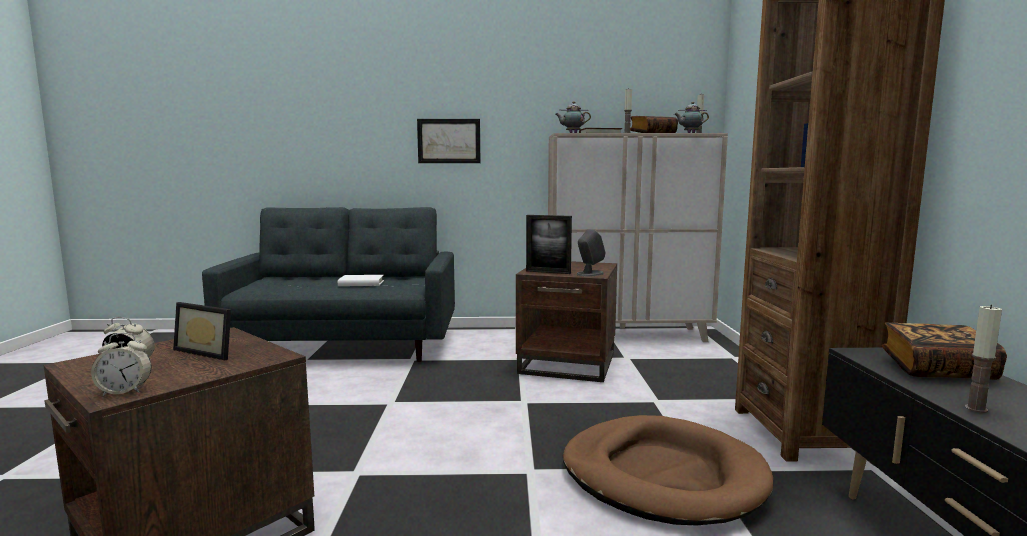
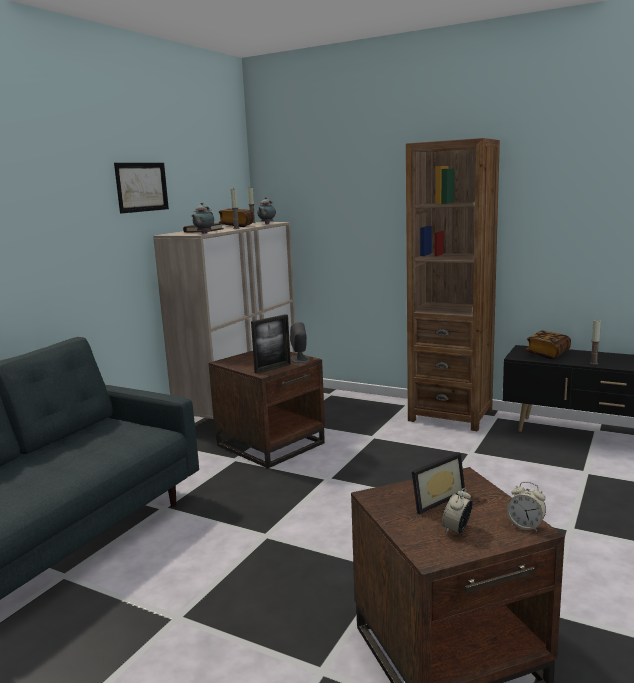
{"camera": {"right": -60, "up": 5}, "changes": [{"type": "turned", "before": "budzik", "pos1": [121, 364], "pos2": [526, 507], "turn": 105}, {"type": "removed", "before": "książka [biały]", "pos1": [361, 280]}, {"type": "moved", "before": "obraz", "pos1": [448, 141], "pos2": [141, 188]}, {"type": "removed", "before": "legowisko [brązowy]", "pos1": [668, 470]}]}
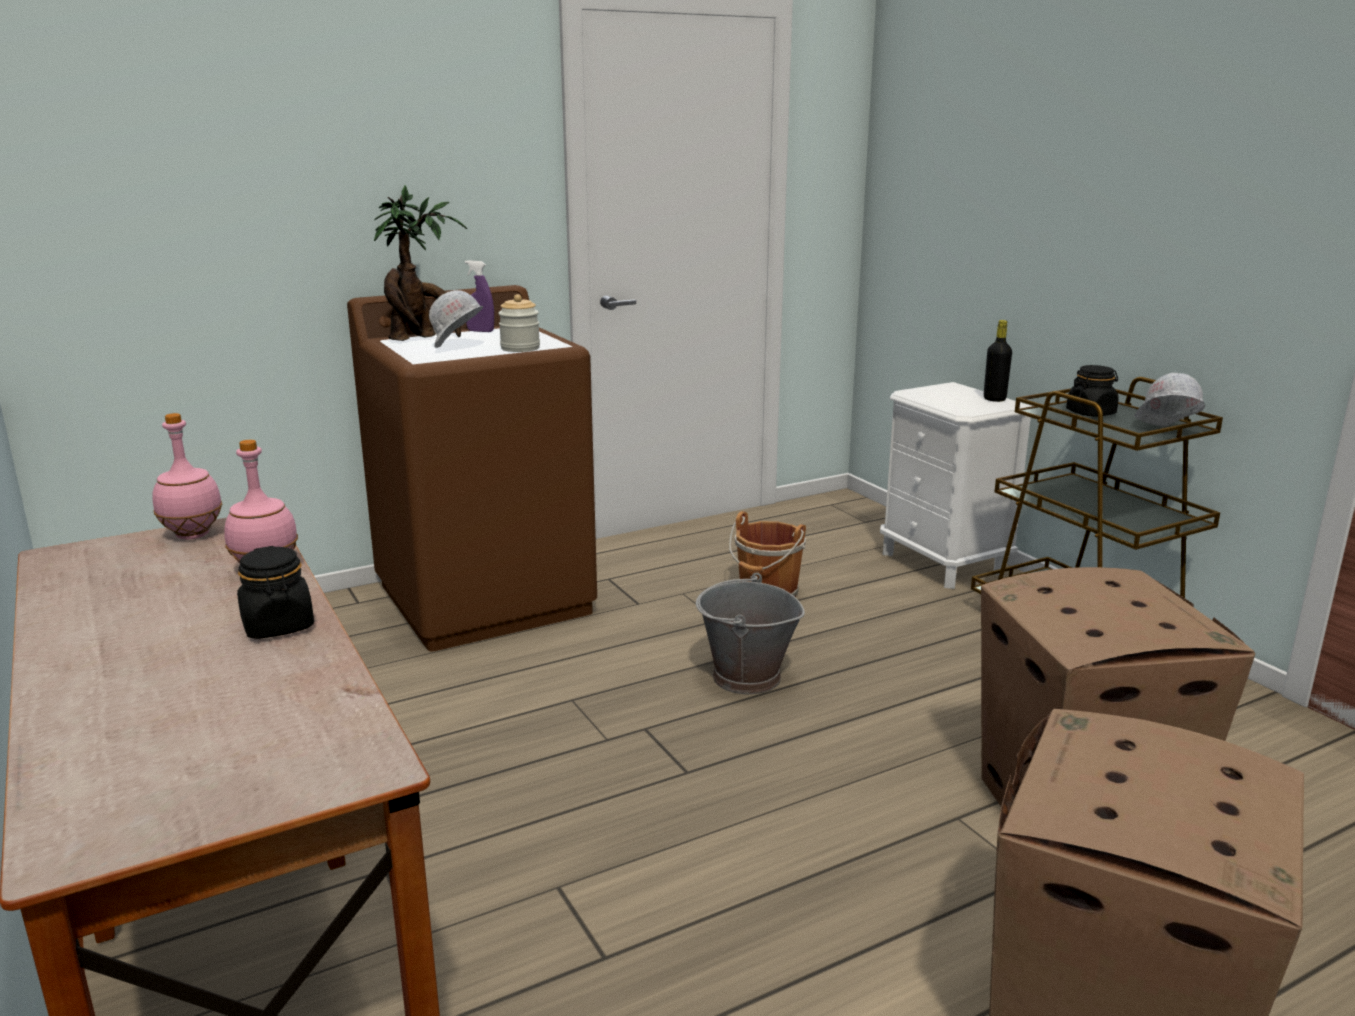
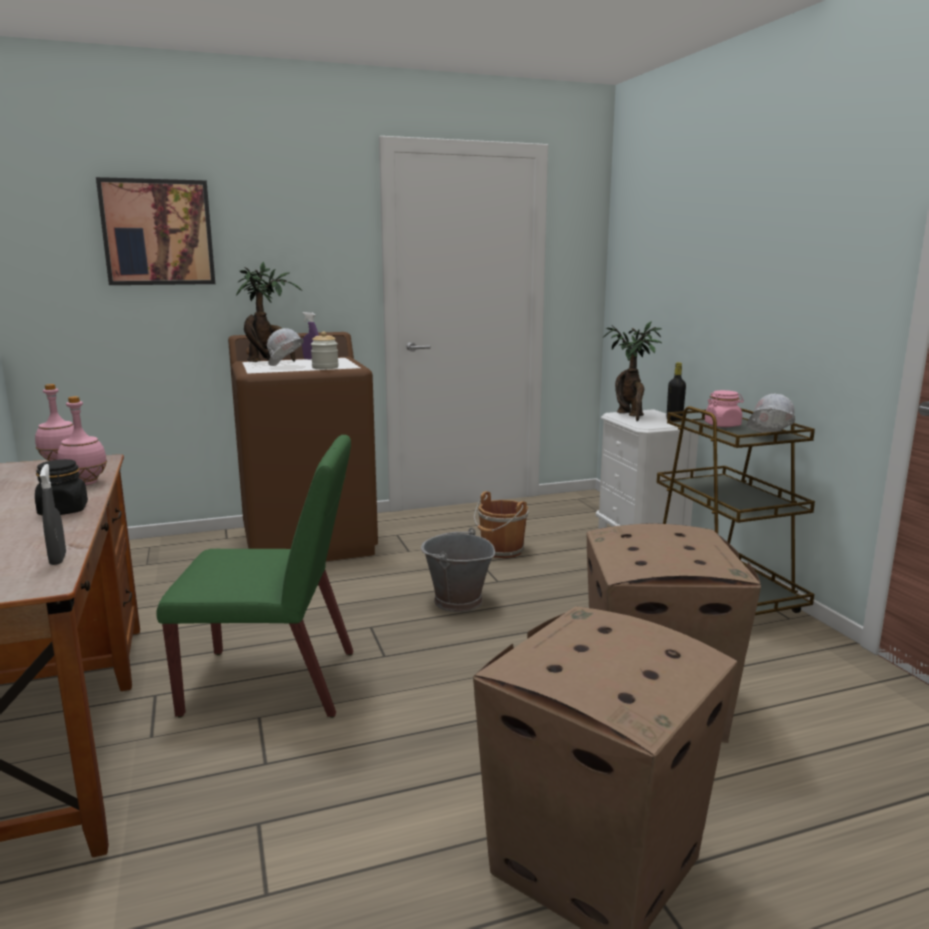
{"camera": {"right": 10, "up": -5}, "changes": [{"type": "recoloured", "before": "słoik [czarny]", "after": "słoik [różowy]", "pos1": [1092, 391], "pos2": [724, 408]}, {"type": "added", "after": "spryskiwacz [szary]", "pos2": [53, 514]}, {"type": "added", "after": "obraz", "pos2": [155, 231]}, {"type": "added", "after": "krzesło [zielony]", "pos2": [254, 576]}, {"type": "added", "after": "roślina doniczkowa", "pos2": [632, 371]}]}
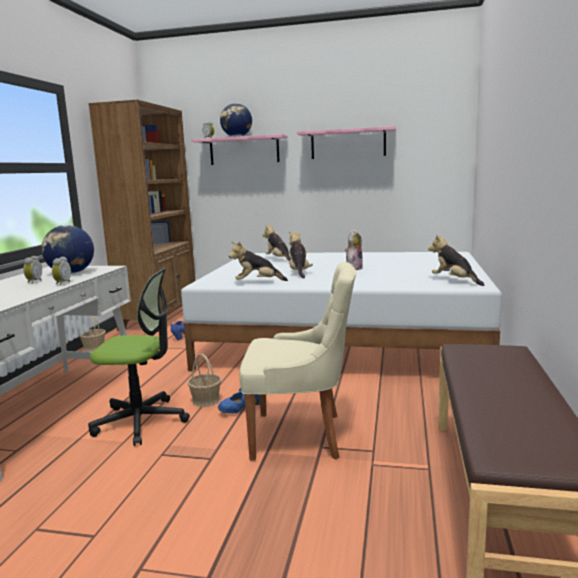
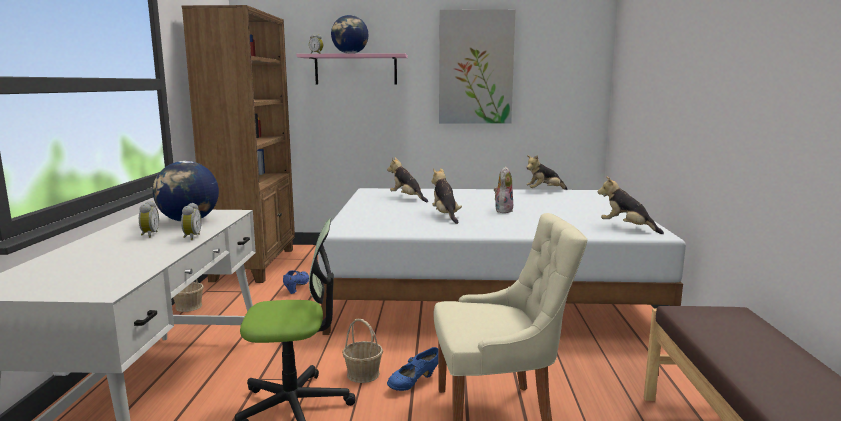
{"camera": {"right": -10, "up": 0}, "changes": [{"type": "moved", "before": "pluszak", "pos1": [258, 261], "pos2": [547, 172]}, {"type": "replaced", "before": "półka [różowy]", "after": "obraz", "pos1": [346, 142], "pos2": [477, 66]}]}
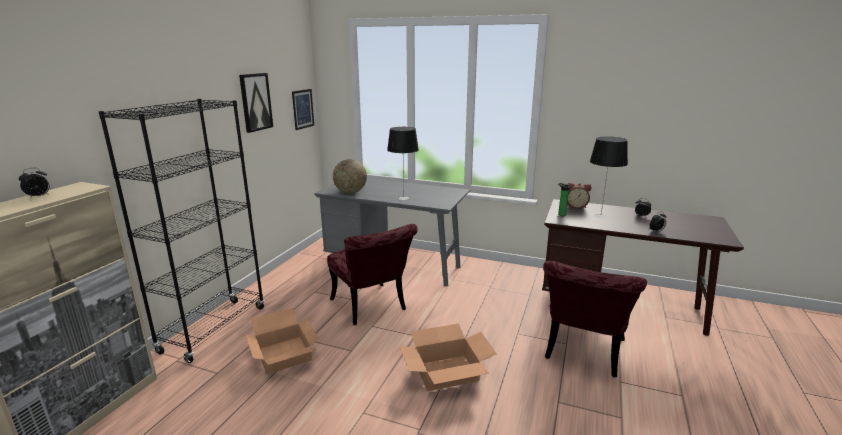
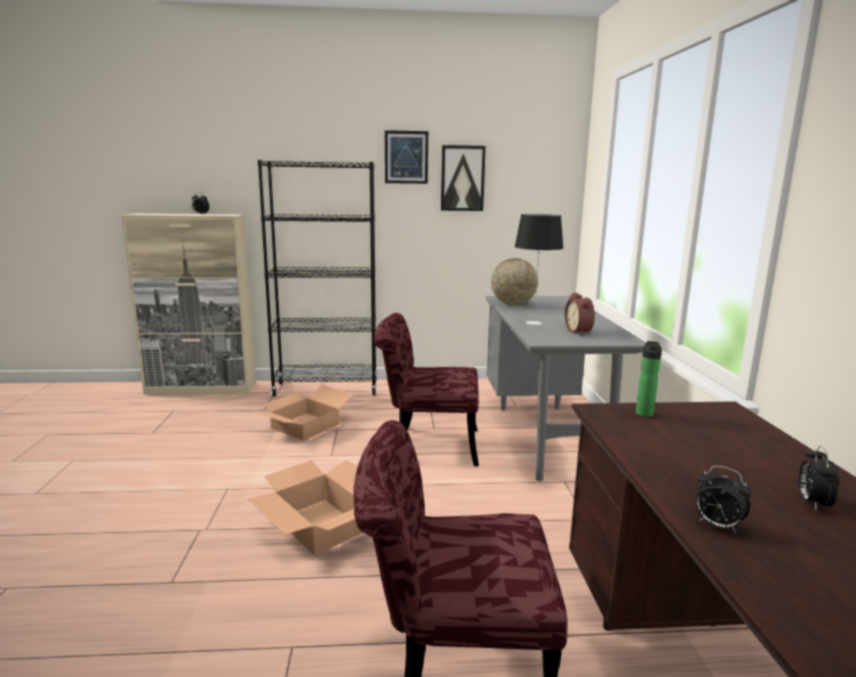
{"camera": {"right": 65, "up": -5}, "changes": [{"type": "moved", "before": "obraz", "pos1": [303, 109], "pos2": [406, 157]}, {"type": "turned", "before": "krzesło [czerwony]", "pos1": [372, 274], "pos2": [426, 389], "turn": 60}, {"type": "moved", "before": "budzik", "pos1": [579, 196], "pos2": [580, 313]}, {"type": "removed", "before": "lampa stołowa", "pos1": [609, 177]}]}
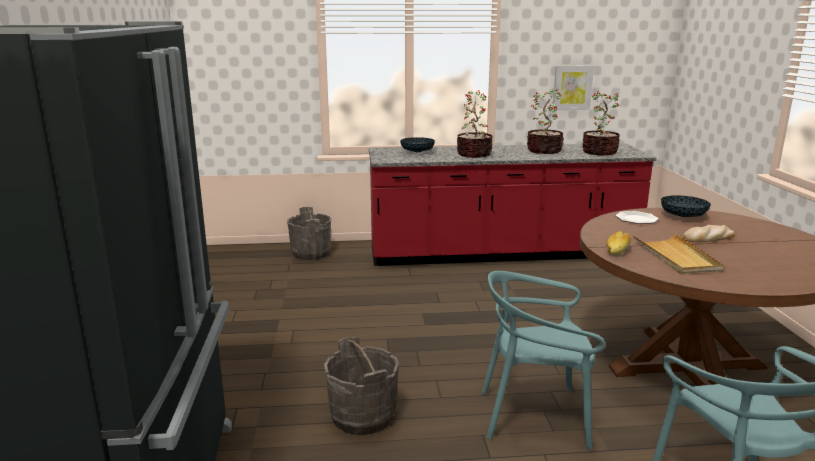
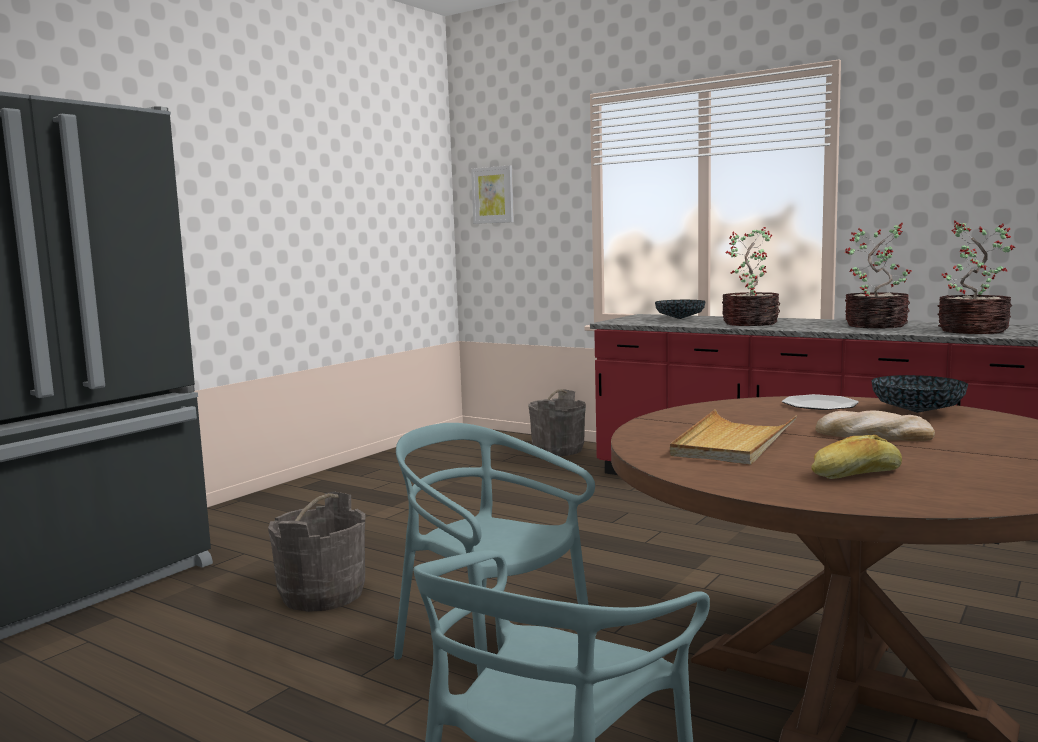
{"camera": {"right": 40, "up": -10}, "changes": [{"type": "moved", "before": "obraz", "pos1": [573, 87], "pos2": [492, 194]}, {"type": "moved", "before": "chleb", "pos1": [618, 243], "pos2": [856, 457]}]}
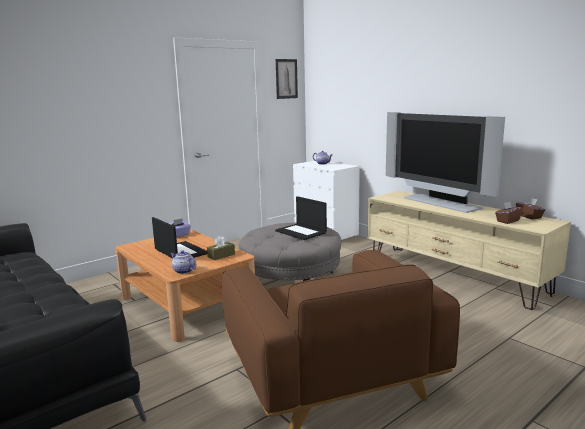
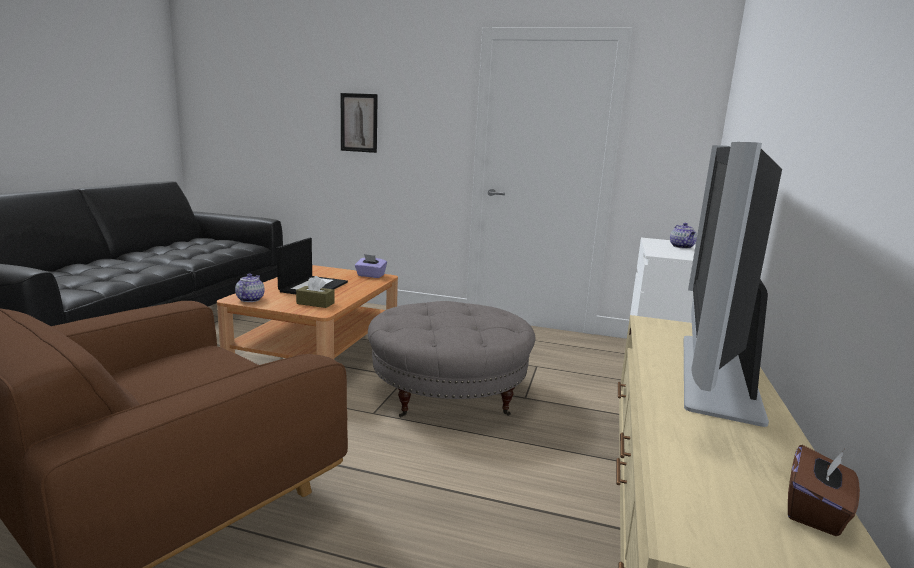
{"camera": {"right": 55, "up": 0}, "changes": [{"type": "removed", "before": "laptop", "pos1": [301, 218]}, {"type": "moved", "before": "obraz", "pos1": [287, 79], "pos2": [359, 123]}, {"type": "removed", "before": "pudełko chusteczek [brązowy]", "pos1": [509, 212]}]}
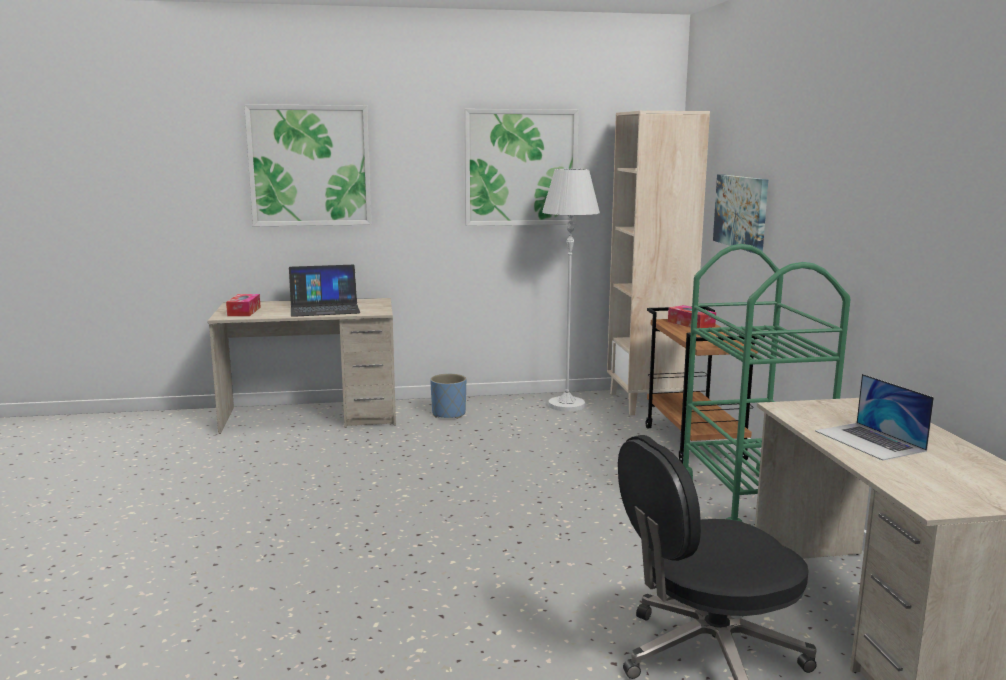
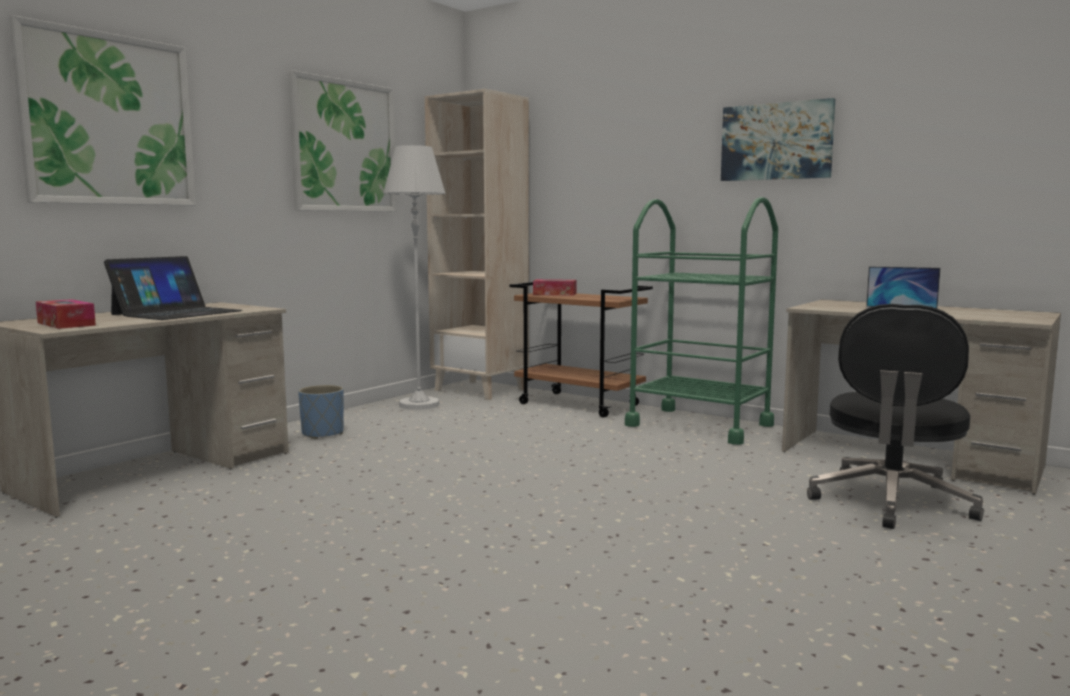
{"camera": {"right": -45, "up": -5}, "changes": [{"type": "moved", "before": "obraz", "pos1": [740, 214], "pos2": [778, 139]}]}
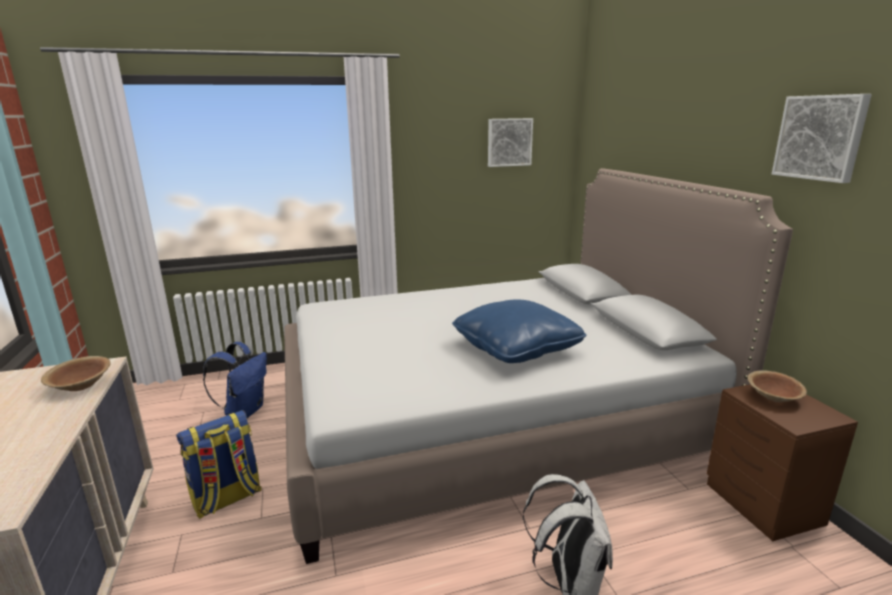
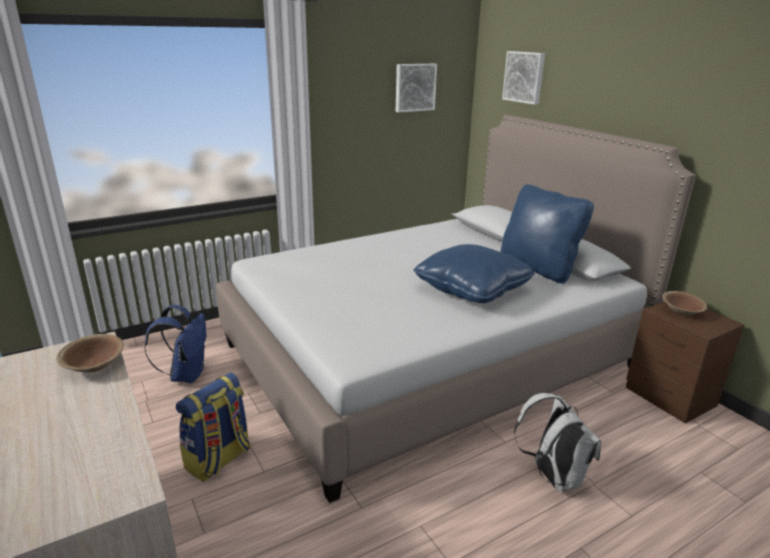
{"camera": {"right": -15, "up": 5}, "changes": [{"type": "moved", "before": "obraz", "pos1": [822, 138], "pos2": [523, 78]}, {"type": "added", "after": "poduszka [niebieski]", "pos2": [547, 234]}]}
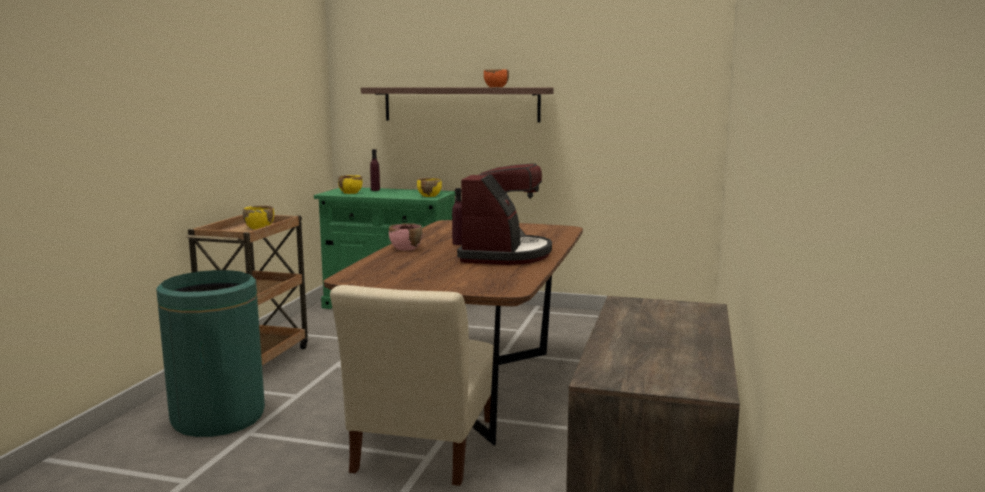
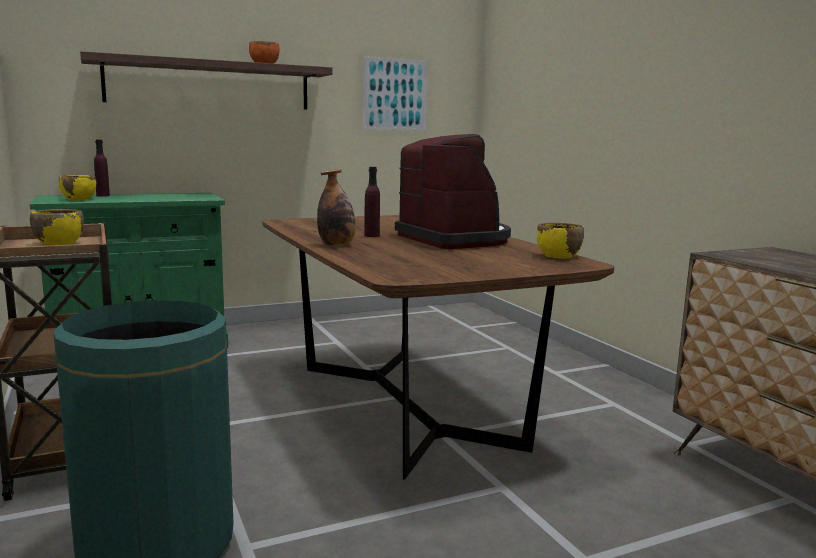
{"camera": {"right": -40, "up": 0}, "changes": [{"type": "removed", "before": "krzesło [beżowy]", "pos1": [412, 385]}, {"type": "replaced", "before": "miska [różowy]", "after": "butelka", "pos1": [406, 236], "pos2": [336, 207]}, {"type": "moved", "before": "miska [żółty]", "pos1": [429, 187], "pos2": [560, 241]}, {"type": "added", "after": "obraz", "pos2": [395, 93]}]}
